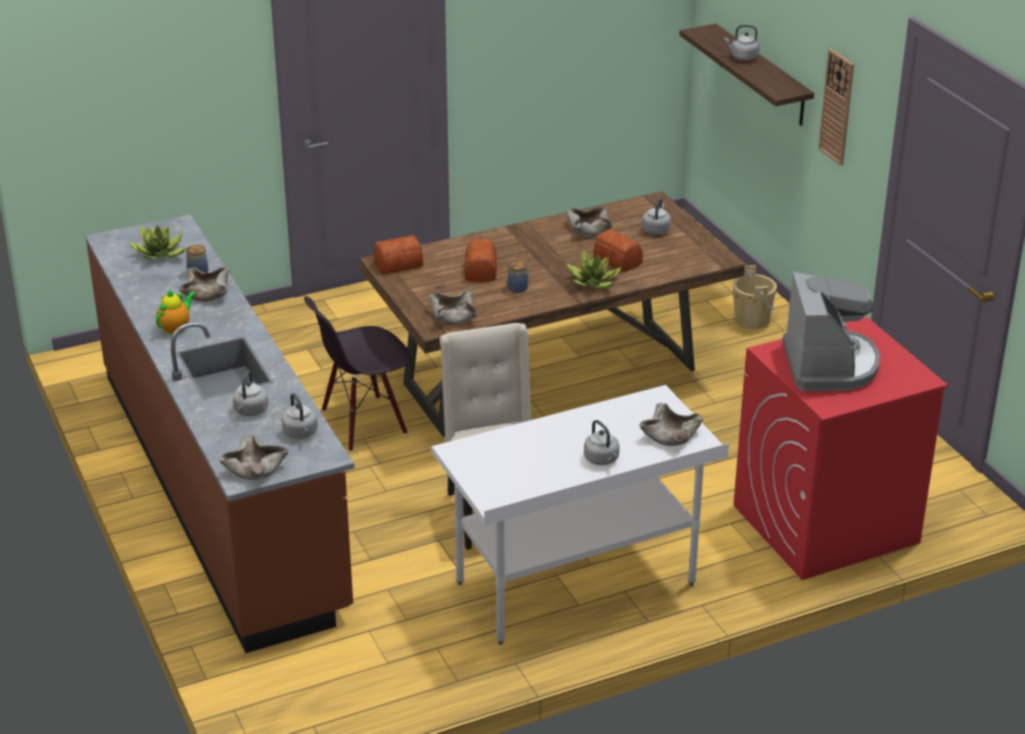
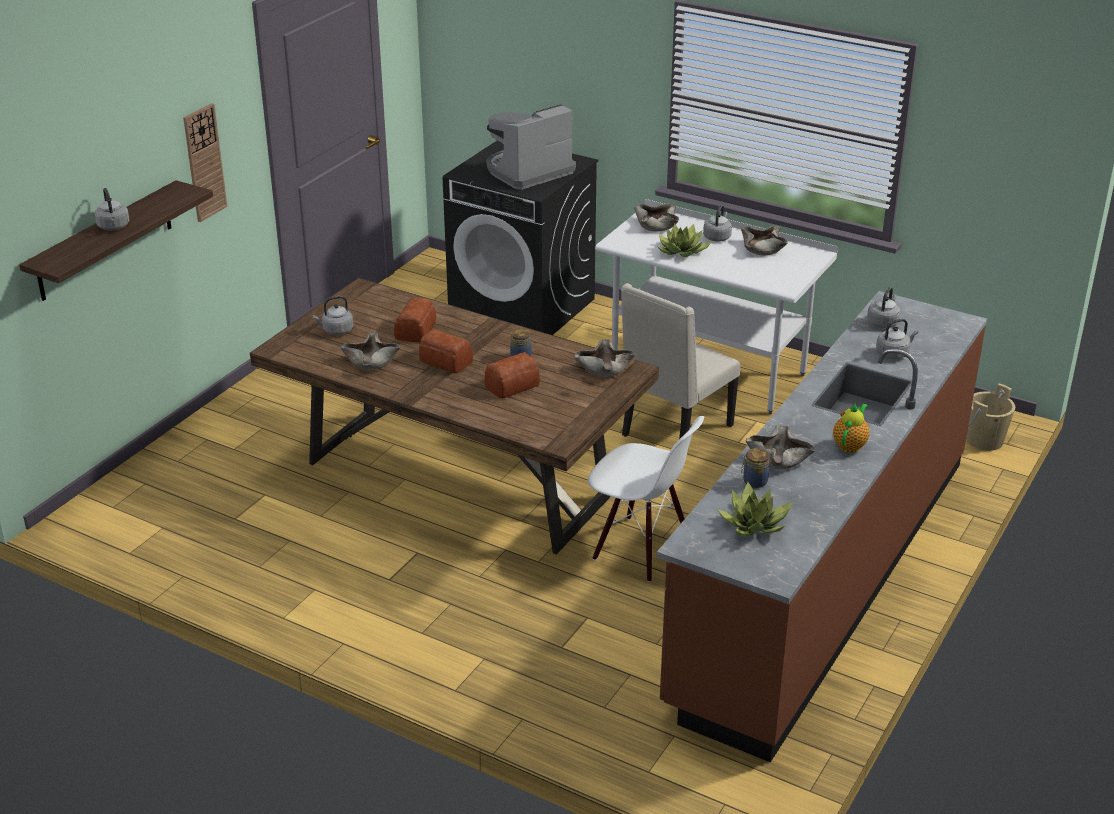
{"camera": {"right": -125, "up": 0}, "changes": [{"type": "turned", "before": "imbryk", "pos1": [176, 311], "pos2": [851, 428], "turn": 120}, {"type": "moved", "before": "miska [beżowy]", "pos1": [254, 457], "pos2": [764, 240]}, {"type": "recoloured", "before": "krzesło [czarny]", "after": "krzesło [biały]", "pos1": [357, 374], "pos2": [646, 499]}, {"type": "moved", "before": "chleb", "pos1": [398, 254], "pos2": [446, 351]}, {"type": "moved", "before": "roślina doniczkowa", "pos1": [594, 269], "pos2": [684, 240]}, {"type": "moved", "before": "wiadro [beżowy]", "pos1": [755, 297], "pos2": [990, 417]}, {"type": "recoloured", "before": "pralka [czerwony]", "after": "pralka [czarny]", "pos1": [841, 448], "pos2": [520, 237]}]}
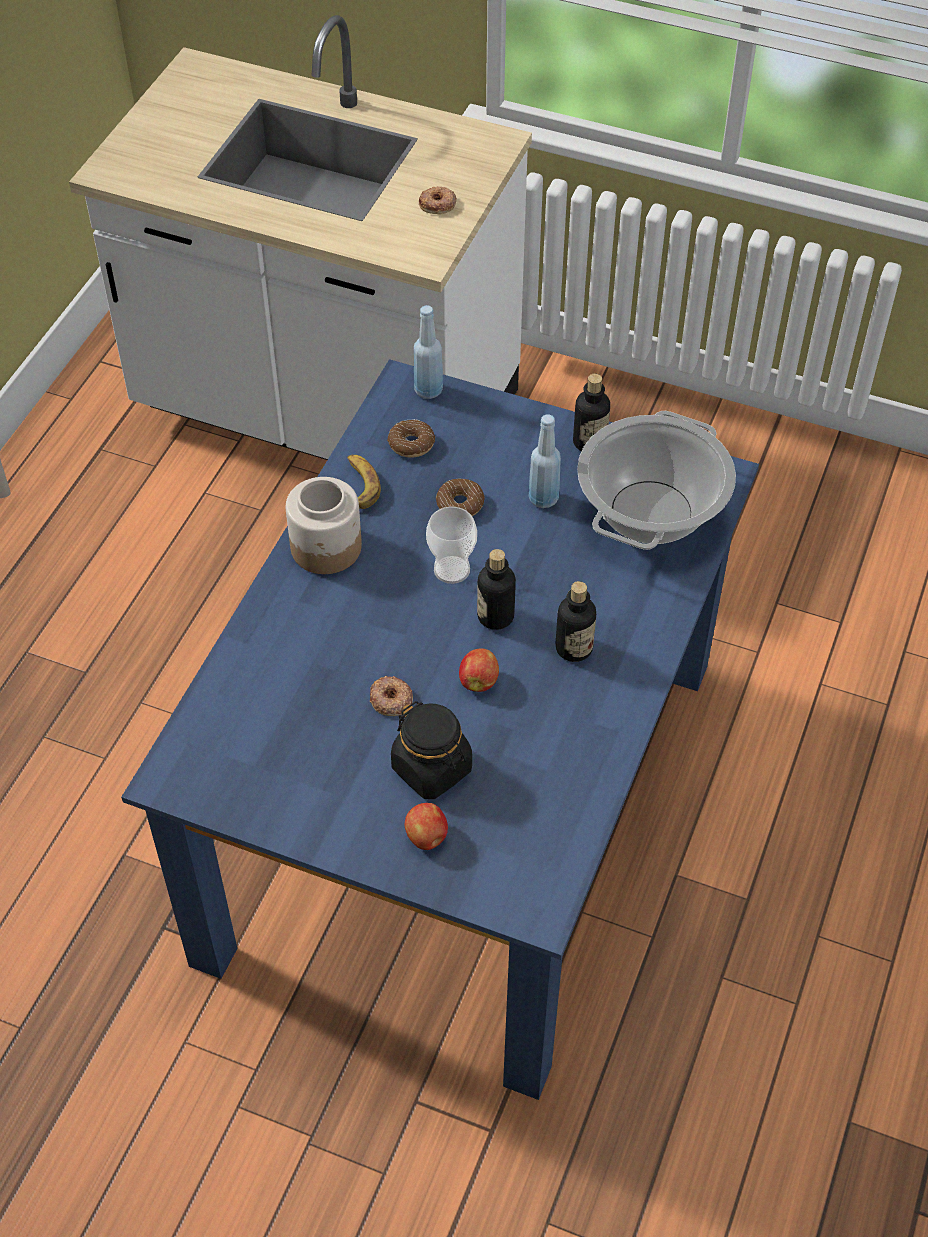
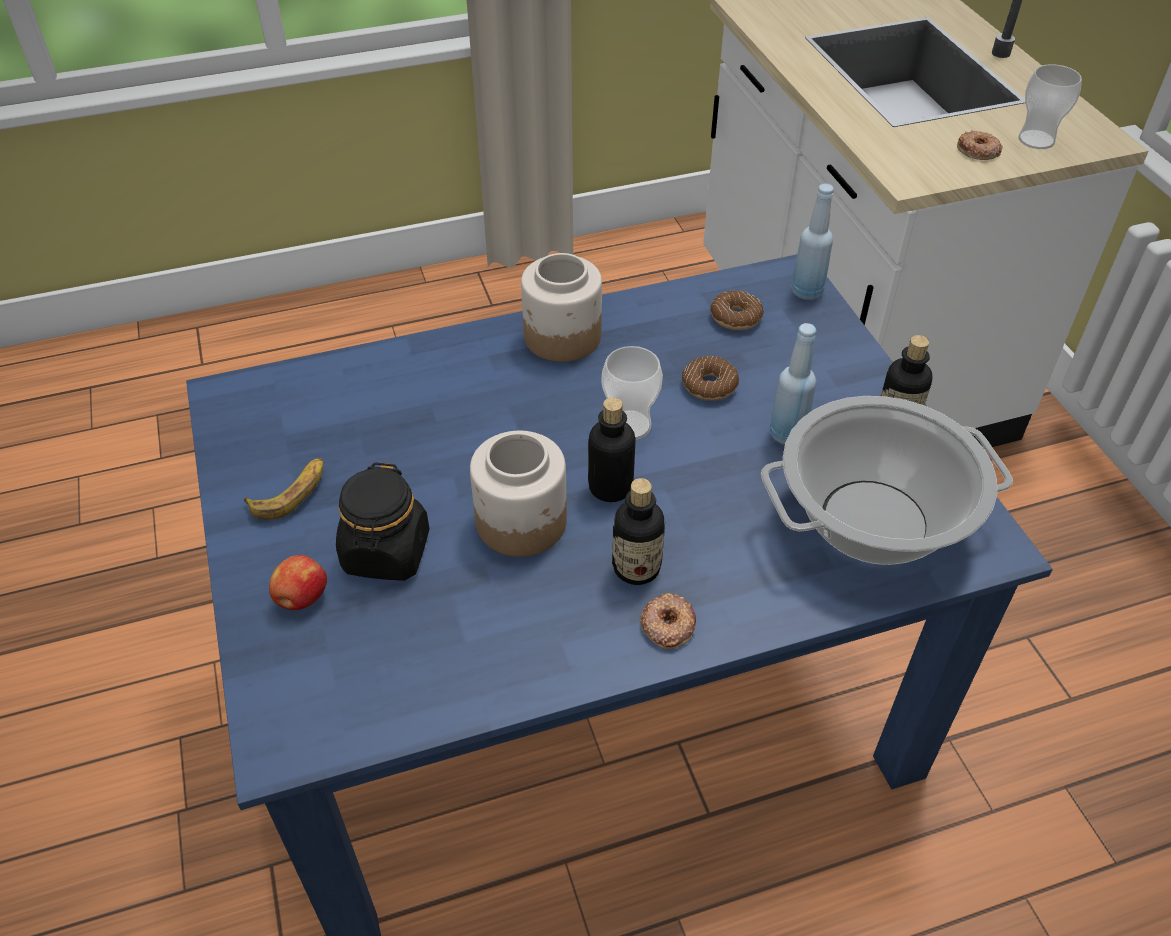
{"camera": {"right": 50, "up": -5}, "changes": [{"type": "moved", "before": "banan", "pos1": [364, 482], "pos2": [283, 488]}, {"type": "moved", "before": "donut", "pos1": [391, 696], "pos2": [668, 621]}, {"type": "replaced", "before": "jabłko", "after": "słoik", "pos1": [479, 670], "pos2": [518, 494]}, {"type": "added", "after": "filiżanka", "pos2": [1050, 106]}]}
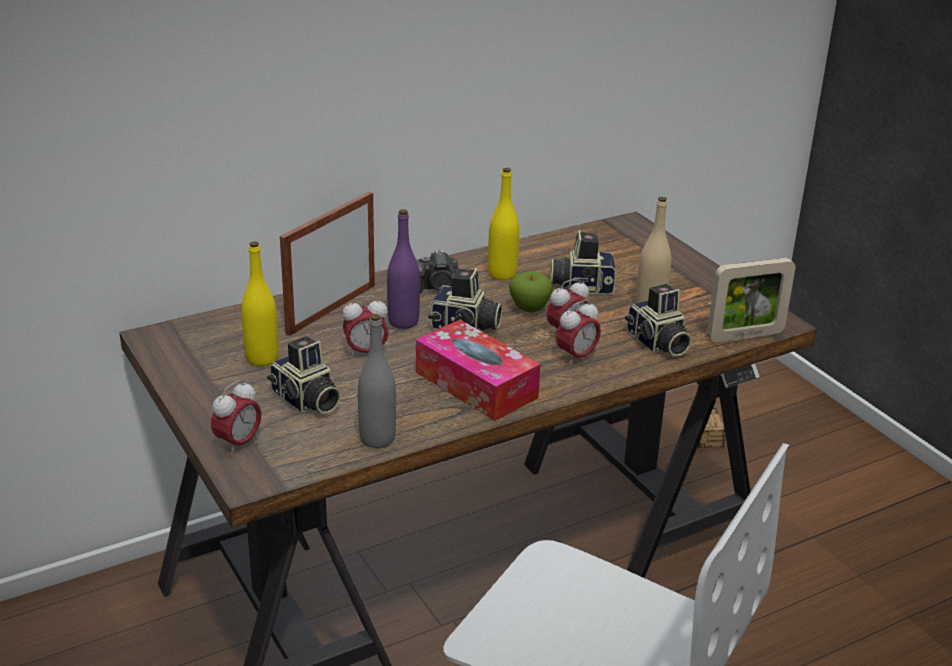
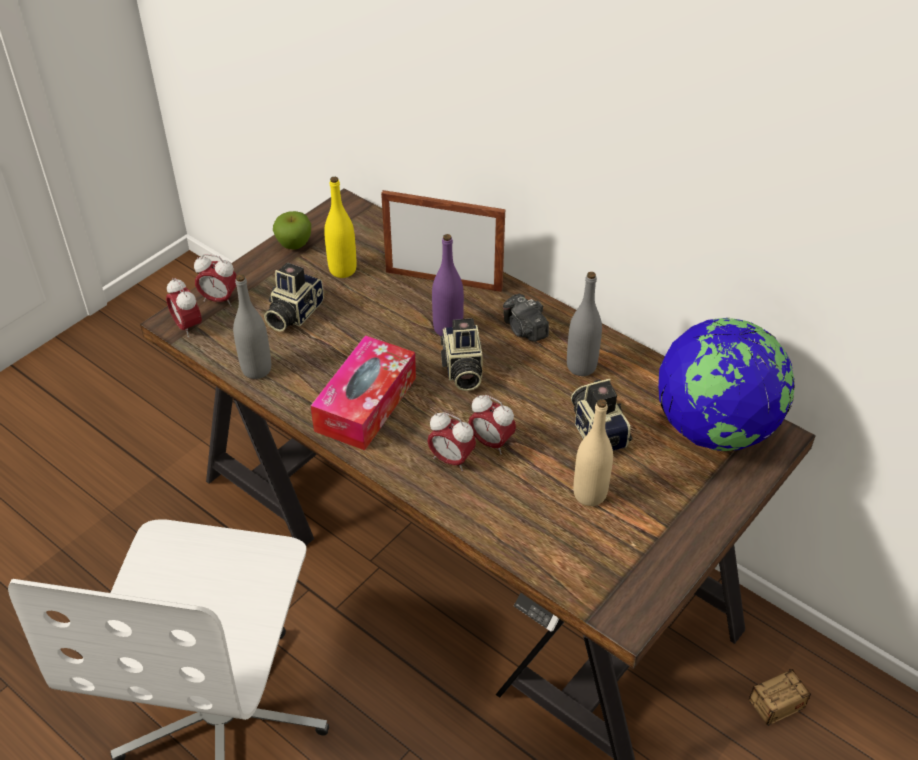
{"camera": {"right": 70, "up": 15}, "changes": [{"type": "moved", "before": "budzik", "pos1": [366, 327], "pos2": [184, 308]}, {"type": "recoloured", "before": "butelka [żółty]", "after": "butelka [szary]", "pos1": [503, 224], "pos2": [584, 324]}, {"type": "moved", "before": "jabłko", "pos1": [531, 292], "pos2": [292, 230]}, {"type": "removed", "before": "aparat fotograficzny", "pos1": [658, 320]}, {"type": "removed", "before": "ramka na zdjęcie", "pos1": [751, 300]}, {"type": "added", "after": "globus", "pos2": [726, 384]}]}
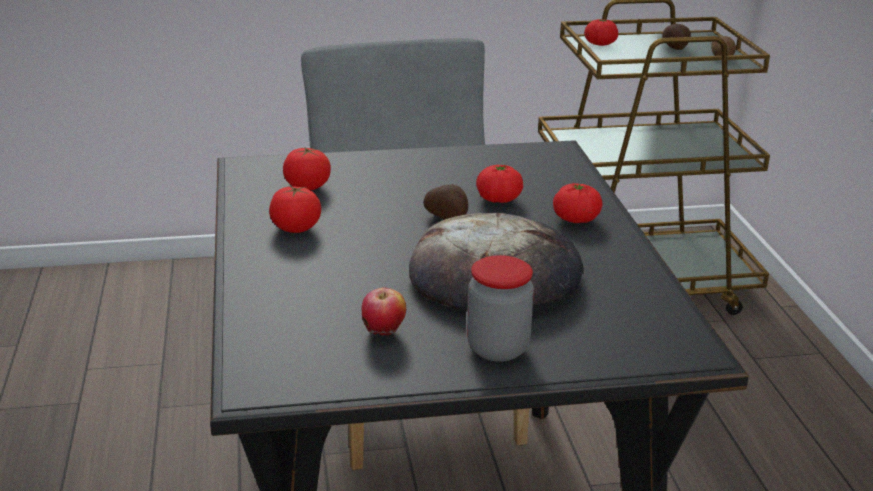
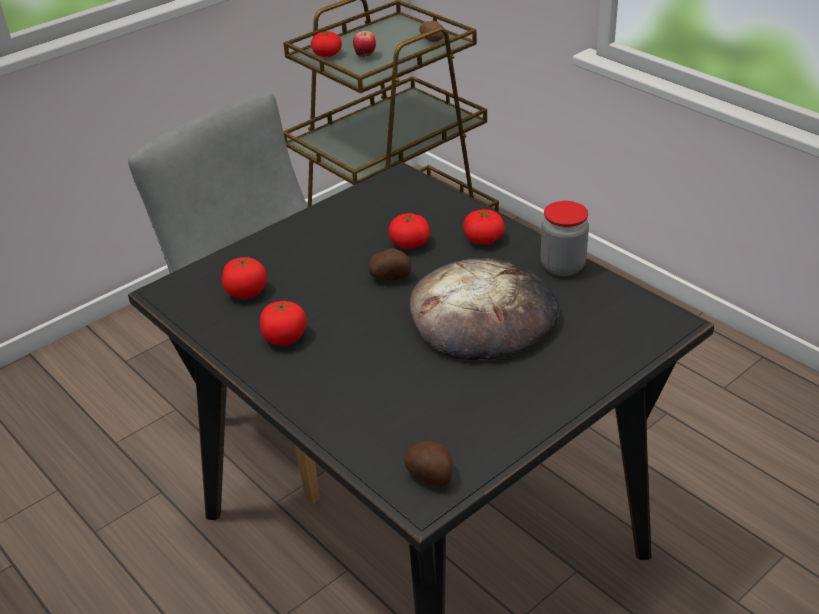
{"camera": {"right": -30, "up": 10}, "changes": [{"type": "moved", "before": "jabłko", "pos1": [384, 311], "pos2": [364, 44]}, {"type": "moved", "before": "słoik", "pos1": [500, 308], "pos2": [565, 238]}, {"type": "moved", "before": "ziemniak", "pos1": [676, 37], "pos2": [428, 463]}]}
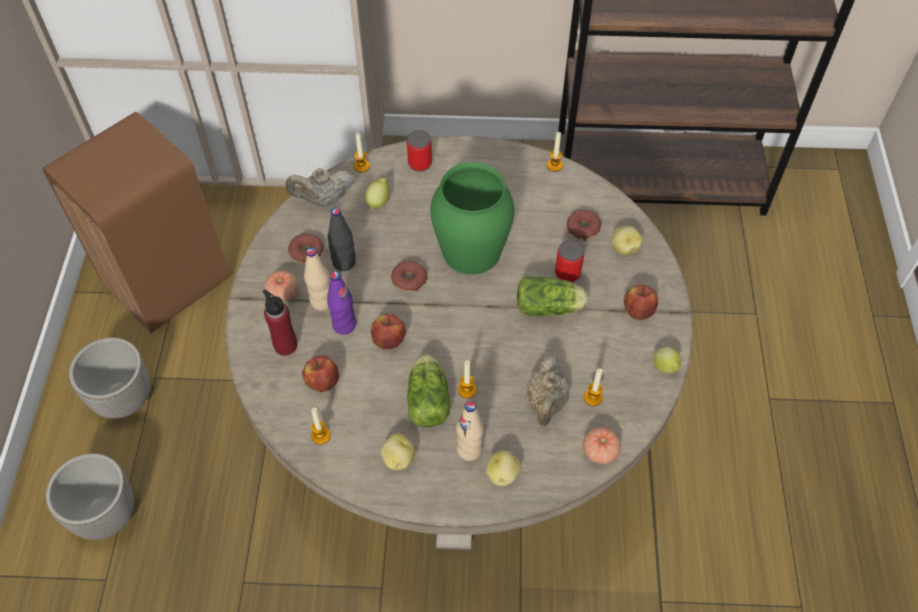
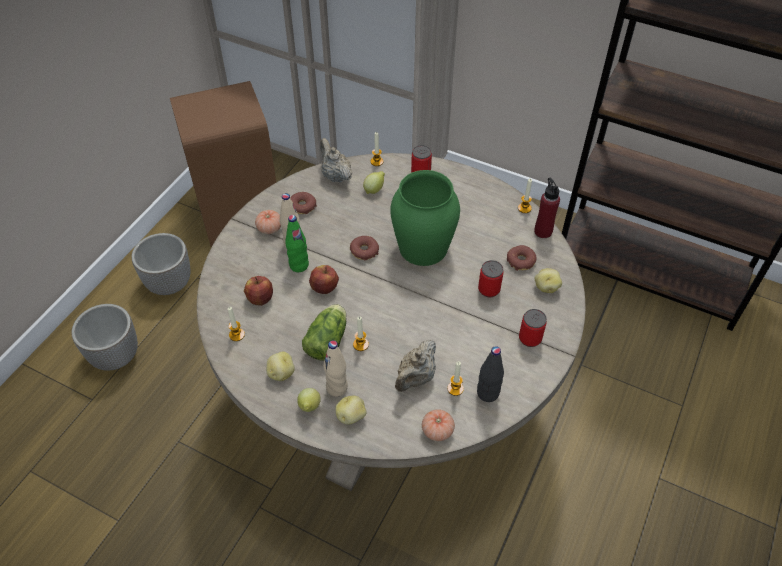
{"camera": {"right": 25, "up": -5}, "changes": [{"type": "moved", "before": "butelka [czerwony]", "pos1": [279, 323], "pos2": [547, 208]}, {"type": "turned", "before": "imbryk [beżowy]", "pos1": [320, 187], "pos2": [336, 160], "turn": 45}, {"type": "recoloured", "before": "butelka [fioletowy]", "after": "butelka [zielony]", "pos1": [341, 303], "pos2": [297, 243]}, {"type": "moved", "before": "butelka [czarny]", "pos1": [342, 239], "pos2": [490, 374]}, {"type": "removed", "before": "sałata", "pos1": [552, 296]}, {"type": "replaced", "before": "jabłko", "after": "puszka", "pos1": [641, 302], "pos2": [533, 328]}, {"type": "moved", "before": "cytryna", "pos1": [667, 360], "pos2": [309, 400]}]}
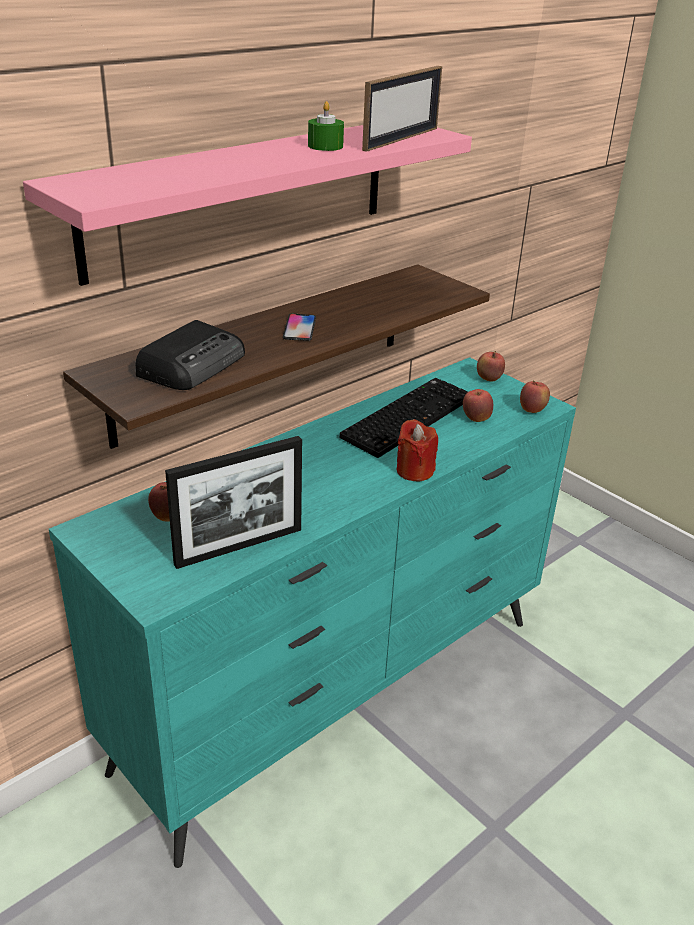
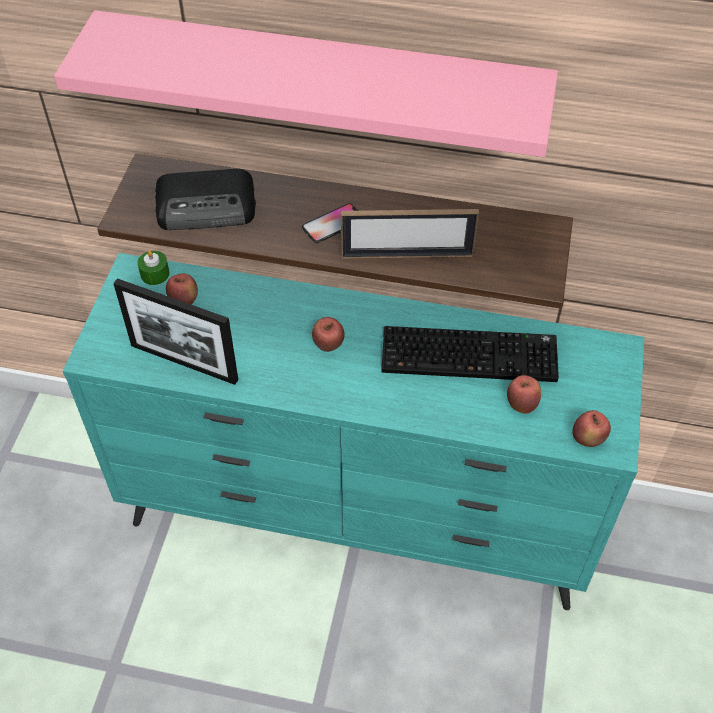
{"camera": {"right": 55, "up": 20}, "changes": [{"type": "moved", "before": "świeca [zielony]", "pos1": [326, 126], "pos2": [153, 267]}, {"type": "moved", "before": "ramka na zdjęcie", "pos1": [402, 109], "pos2": [410, 234]}, {"type": "removed", "before": "świeca [czerwony]", "pos1": [417, 450]}, {"type": "moved", "before": "jabłko", "pos1": [491, 366], "pos2": [328, 334]}]}
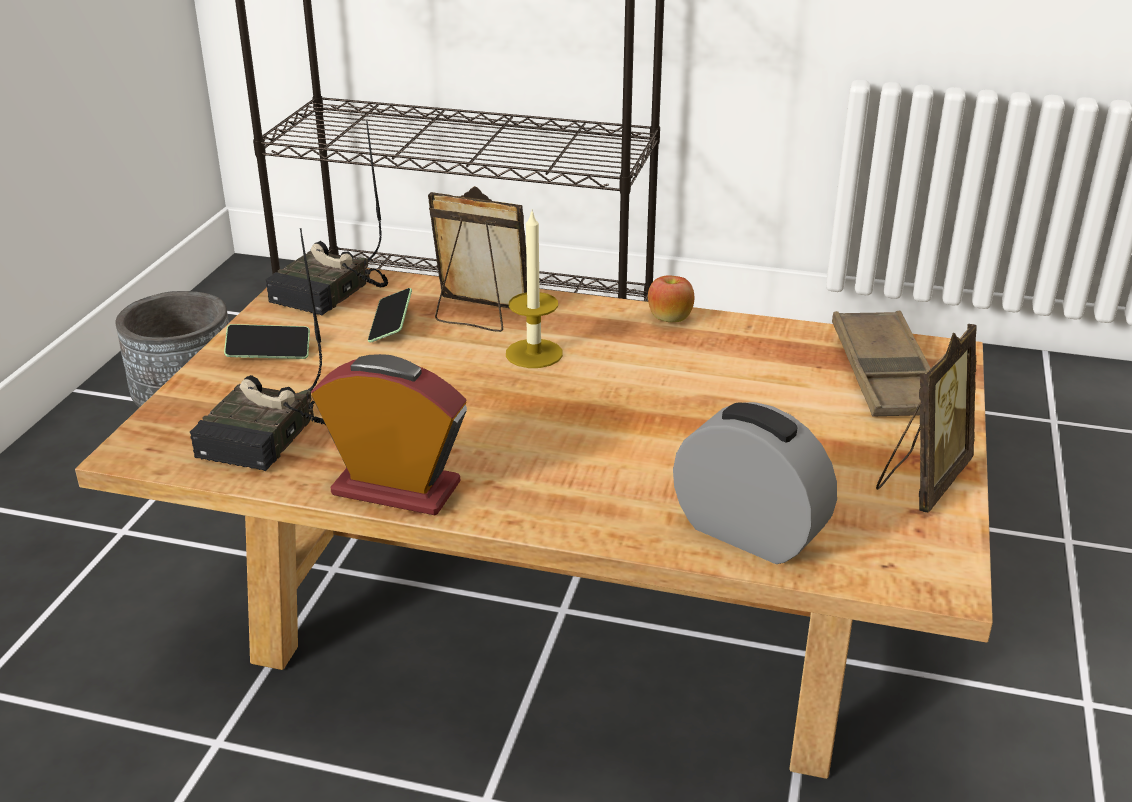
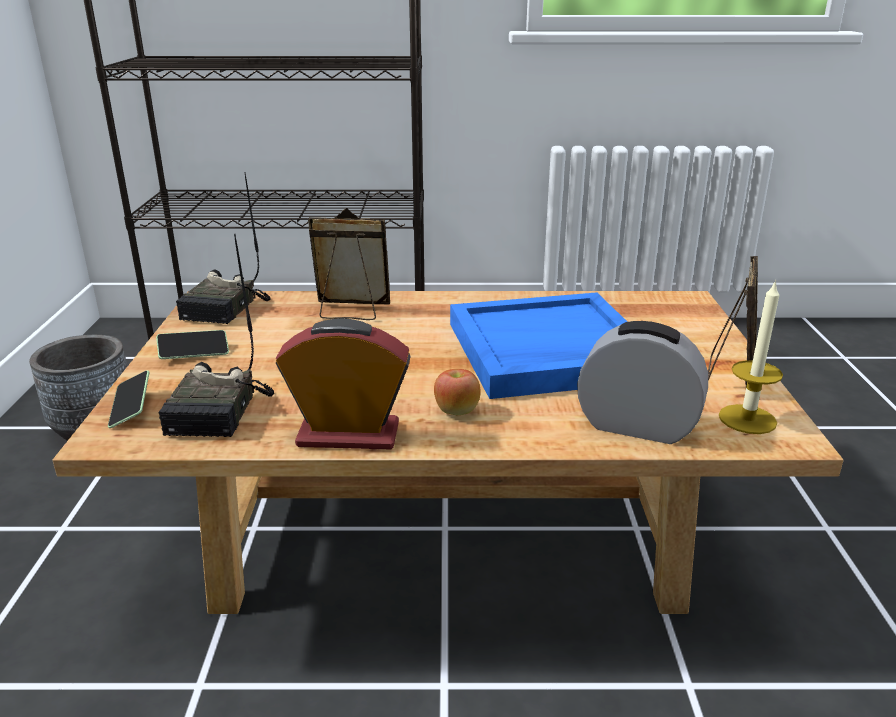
{"camera": {"right": -15, "up": -5}, "changes": [{"type": "moved", "before": "telefon", "pos1": [390, 315], "pos2": [128, 399]}, {"type": "moved", "before": "świeca", "pos1": [534, 290], "pos2": [751, 357]}, {"type": "moved", "before": "jabłko", "pos1": [671, 298], "pos2": [457, 392]}, {"type": "removed", "before": "taca [brązowy]", "pos1": [881, 364]}, {"type": "added", "after": "taca [niebieski]", "pos2": [538, 345]}]}
